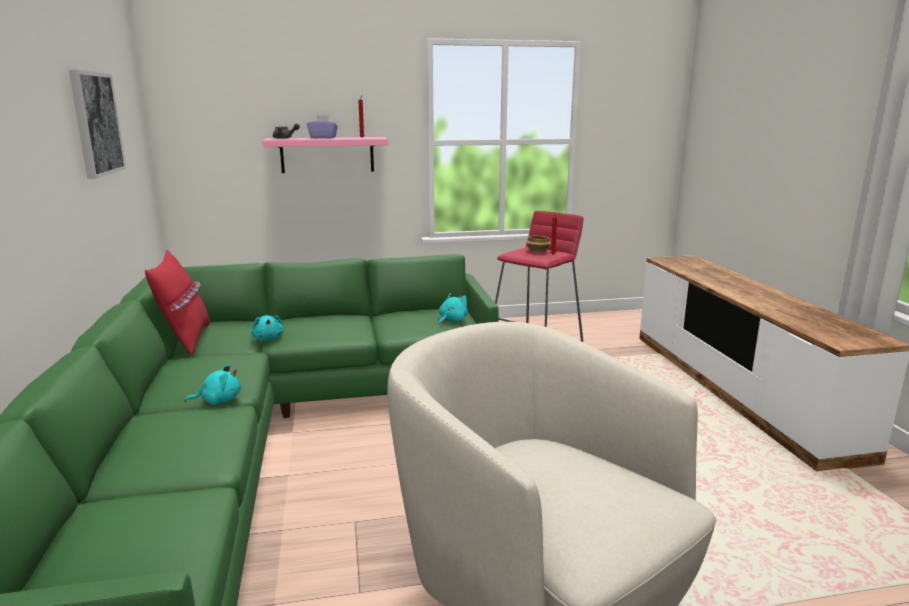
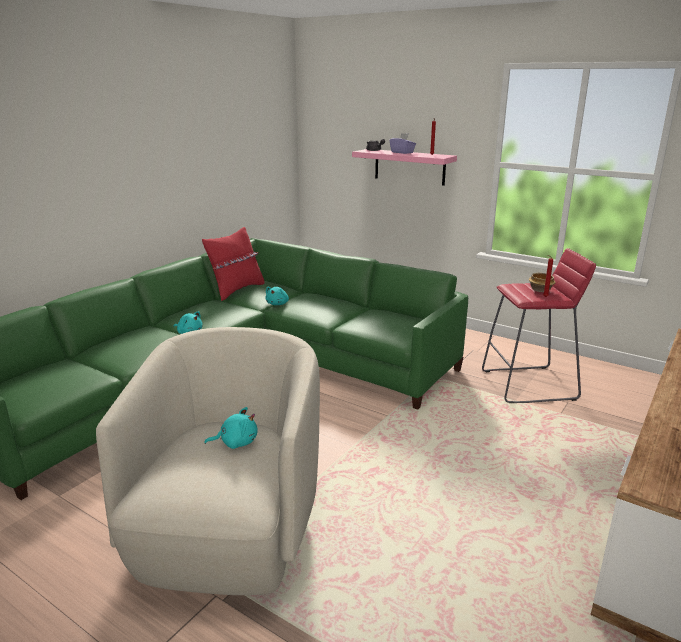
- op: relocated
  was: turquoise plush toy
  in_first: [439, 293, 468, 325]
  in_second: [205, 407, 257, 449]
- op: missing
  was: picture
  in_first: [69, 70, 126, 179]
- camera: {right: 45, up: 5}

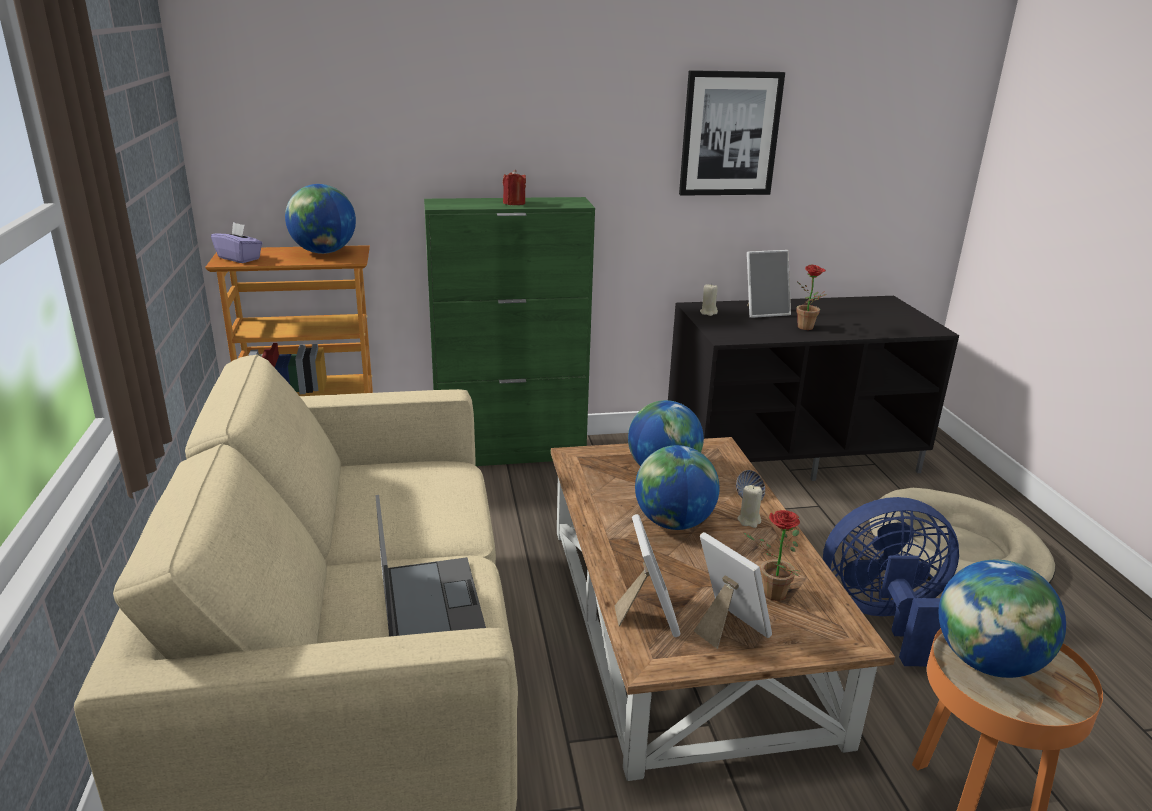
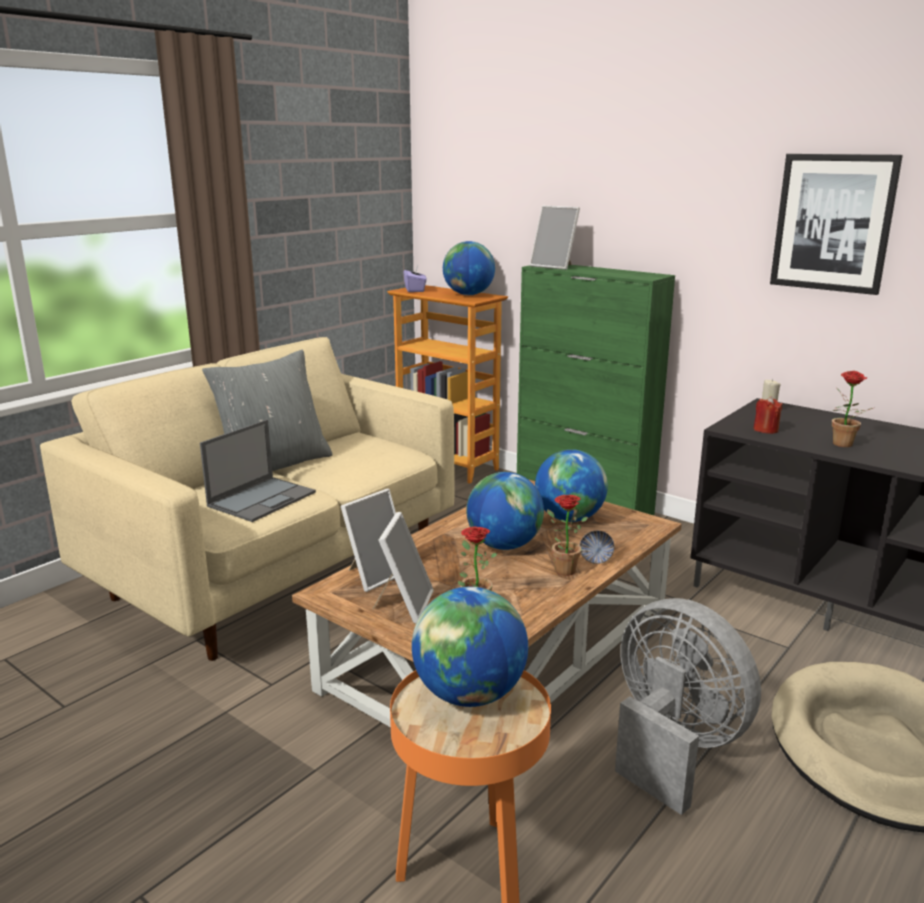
- op: appeared
  now: grey pillow
  in_second: [202, 350, 333, 471]
- op: relocated
  was: picture frame
  in_first: [747, 250, 791, 318]
  in_second: [530, 205, 580, 270]
- op: exchanged
  was: beige candle
  now: potted plant
  in_first: [737, 485, 762, 528]
  in_second: [547, 495, 588, 576]
- op: colour
  was: blue fan
  now: grey fan
  in_first: [823, 497, 959, 666]
  in_second: [615, 598, 761, 815]
- op: relocated
  was: red candle
  in_first: [503, 170, 526, 205]
  in_second: [754, 396, 783, 434]
- camera: {right: 50, up: -5}

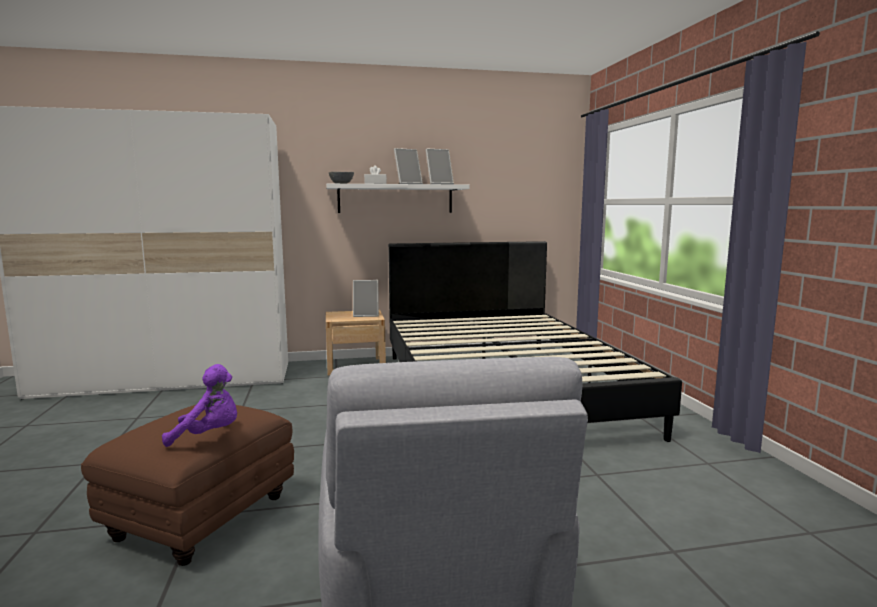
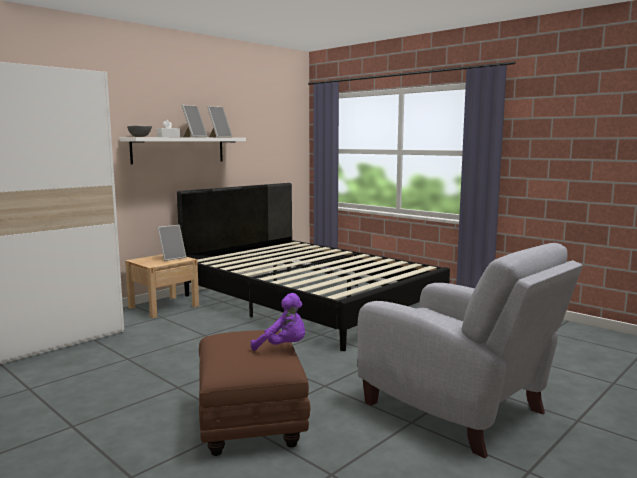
- op: spun
  was: purple plush toy
  in_first: [162, 364, 237, 447]
  in_second: [251, 293, 305, 351]
  clockwise: 60
- camera: {right: -35, up: 0}

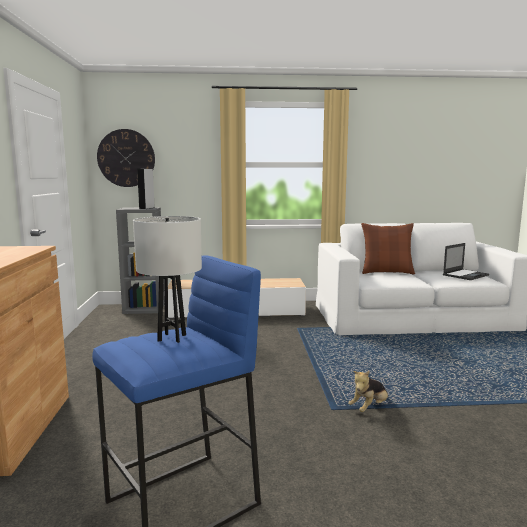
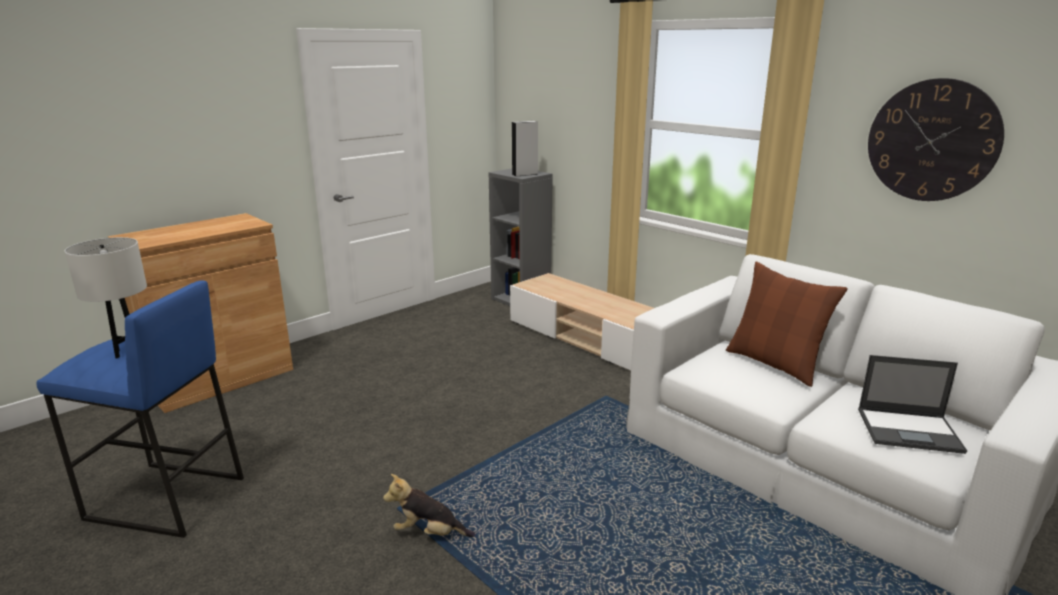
- op: relocated
  was: wall clock
  in_first: [97, 129, 155, 187]
  in_second: [868, 78, 1004, 201]
- camera: {right: 50, up: 10}

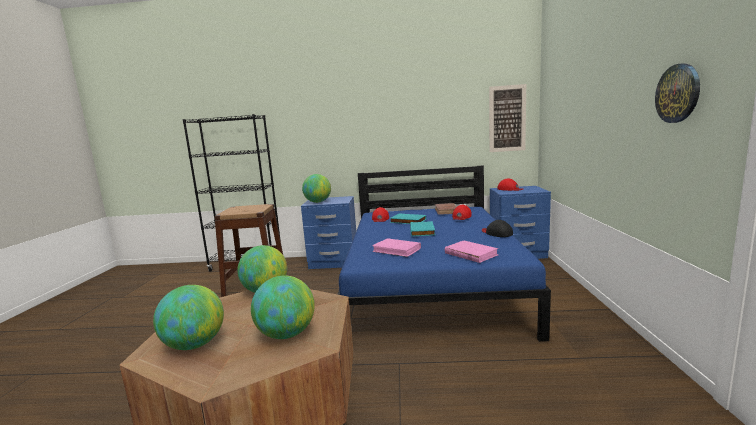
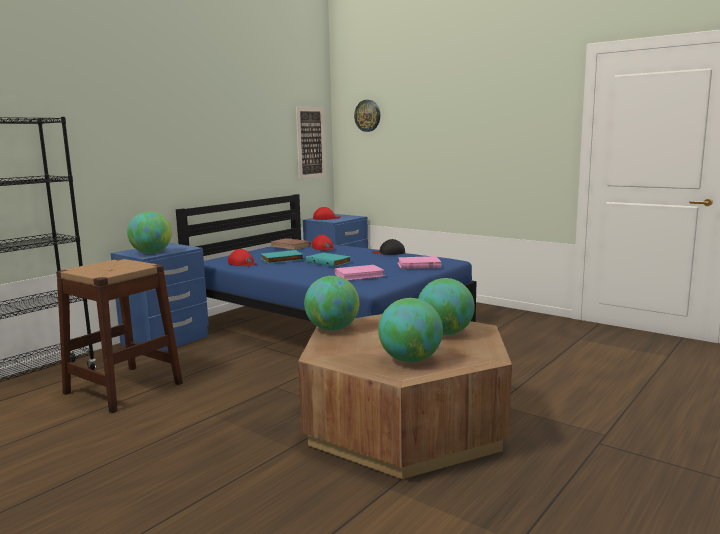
- op: relocated
  was: wall clock
  in_first: [655, 63, 700, 123]
  in_second: [354, 100, 380, 132]
- camera: {right: -55, up: 0}

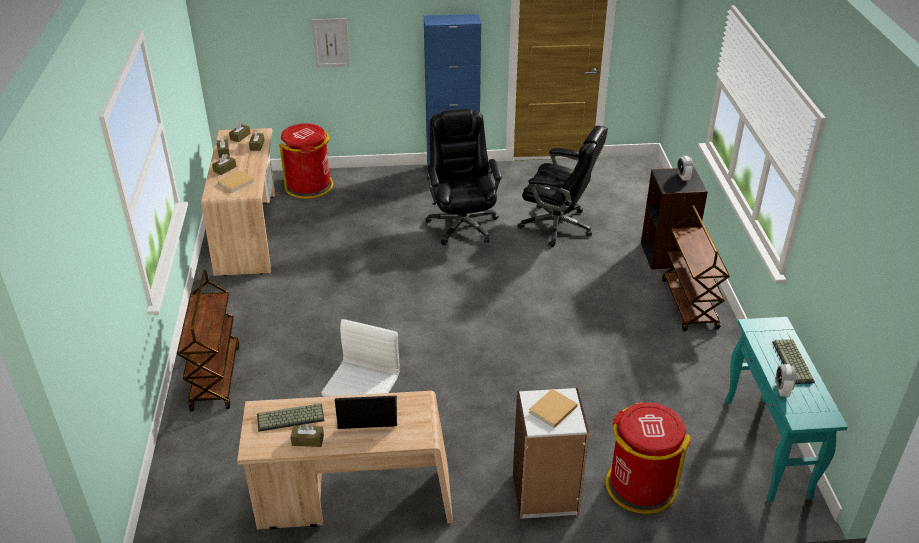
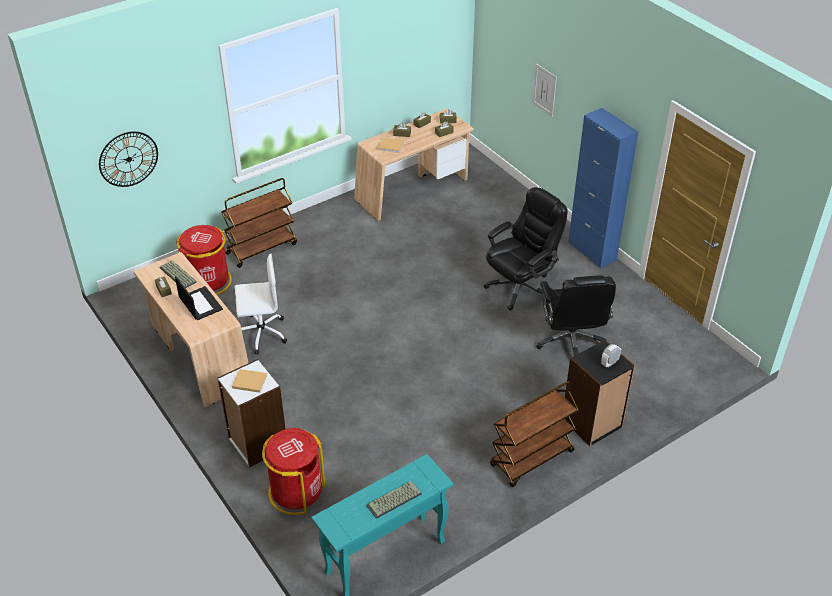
- op: appeared
  now: wall clock
  in_second: [99, 131, 158, 187]
- op: relocated
  was: red trash can
  in_first: [279, 123, 333, 199]
  in_second: [176, 225, 232, 295]
- op: missing
  was: alarm clock
  in_first: [776, 364, 796, 397]
- camera: {right: 60, up: 5}

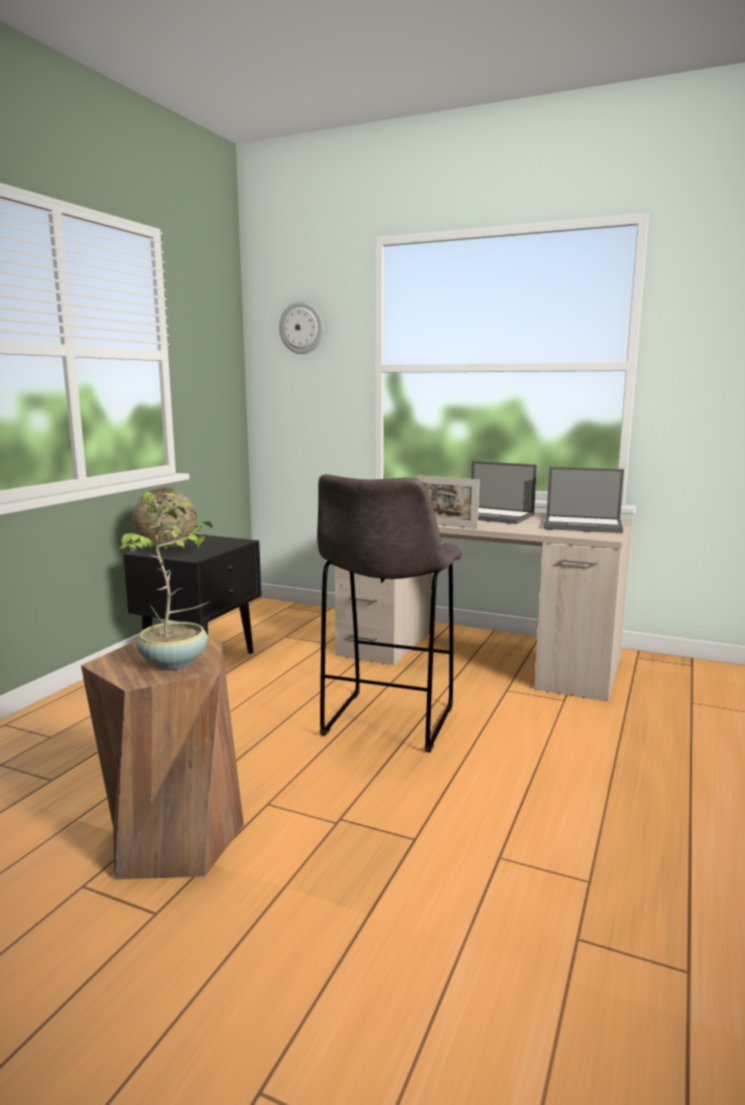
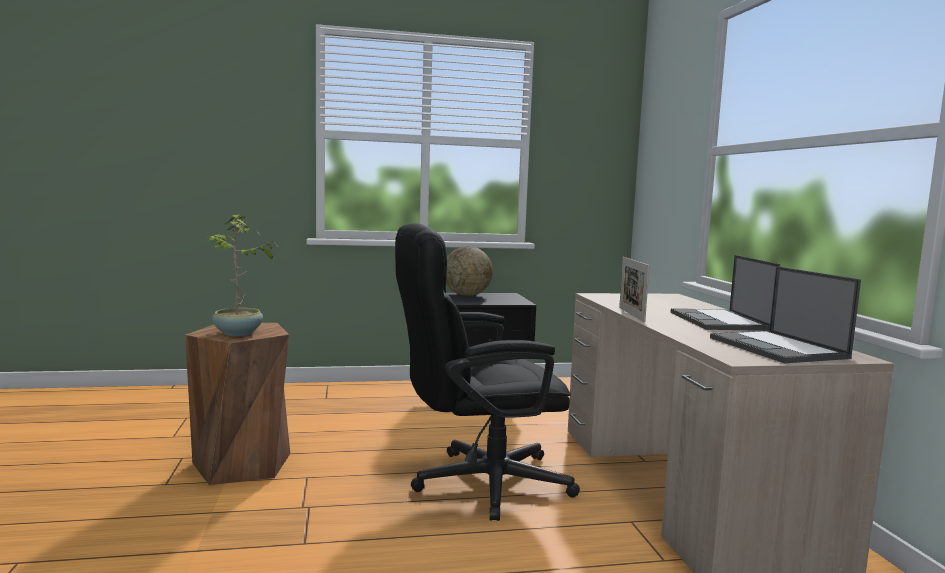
- op: exchanged
  was: grey stool
  now: black office chair
  in_first: [317, 474, 463, 753]
  in_second: [395, 223, 580, 521]
- op: missing
  was: wall clock
  in_first: [279, 301, 324, 354]
- camera: {right: 55, up: -5}

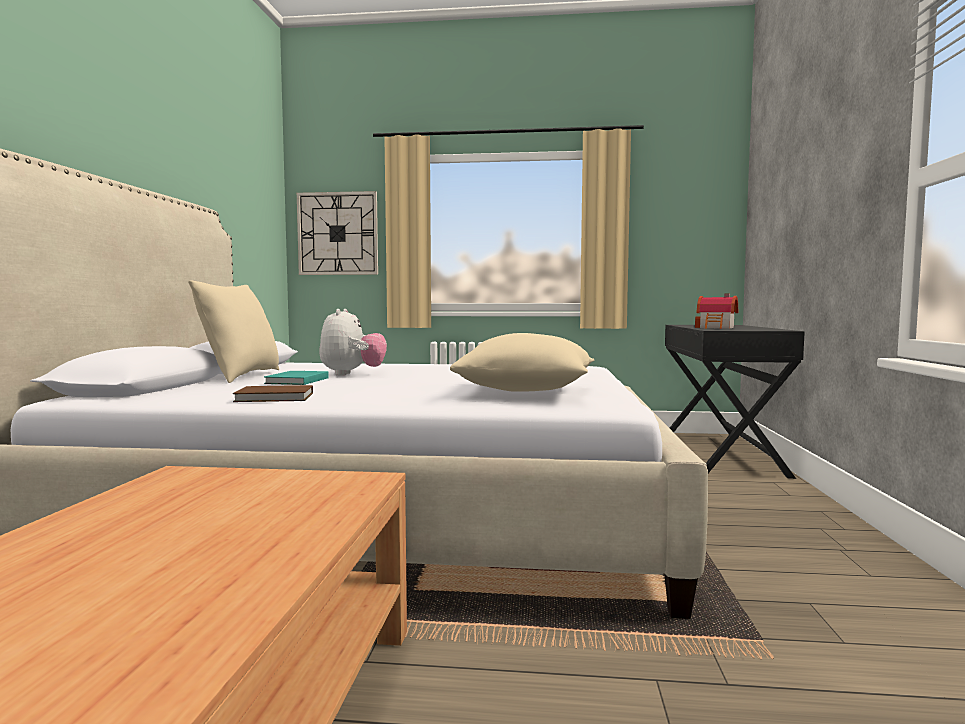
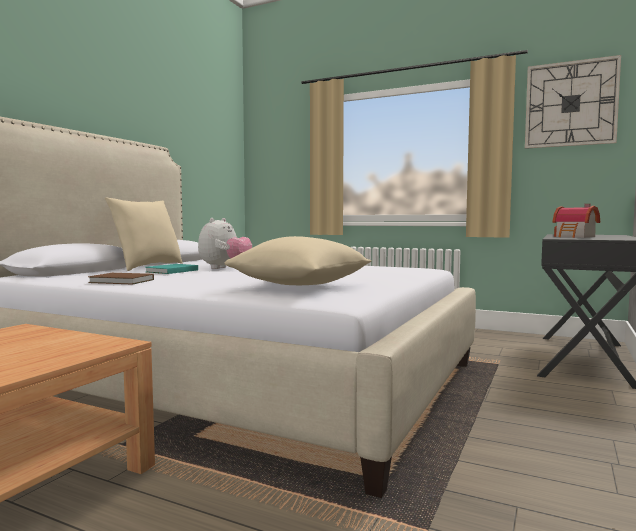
- op: relocated
  was: wall clock
  in_first: [297, 191, 378, 275]
  in_second: [525, 55, 621, 149]
- camera: {right: 20, up: 0}

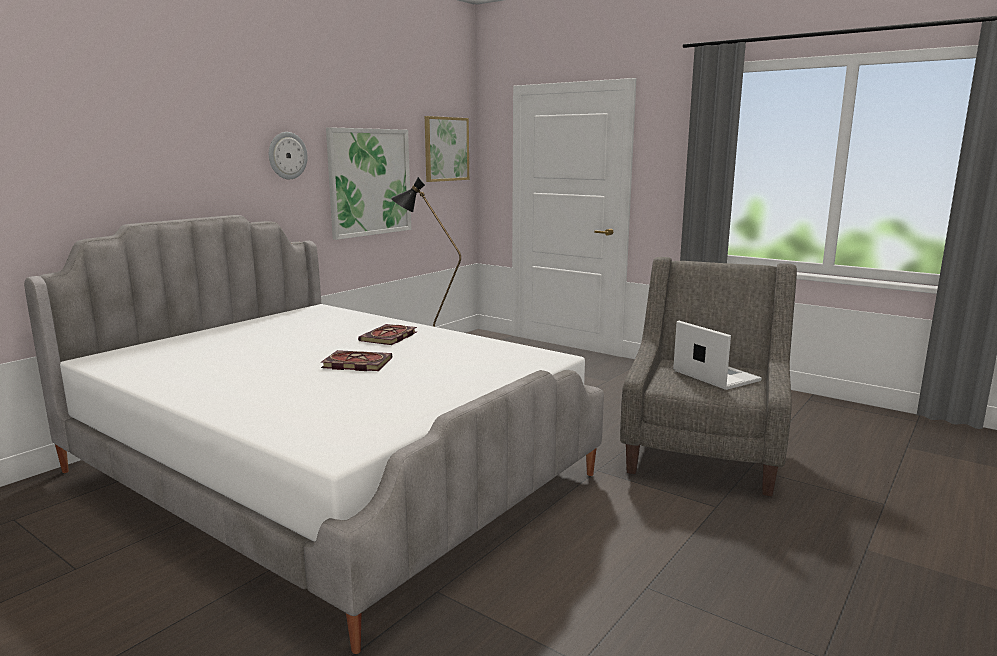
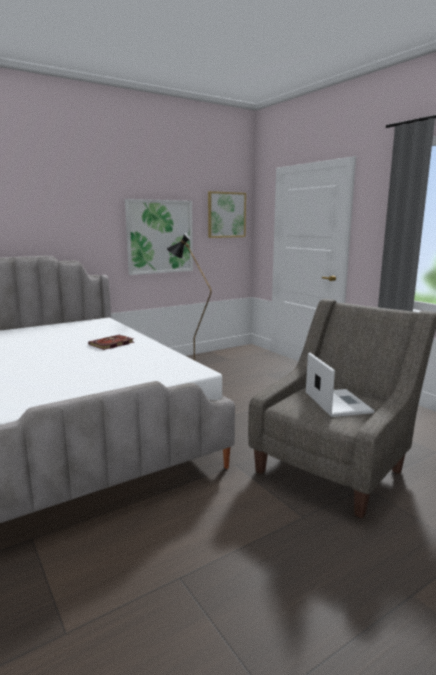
- op: missing
  was: wall clock
  in_first: [269, 132, 308, 179]
- op: missing
  was: book
  in_first: [321, 350, 392, 371]
- camera: {right: 20, up: 0}

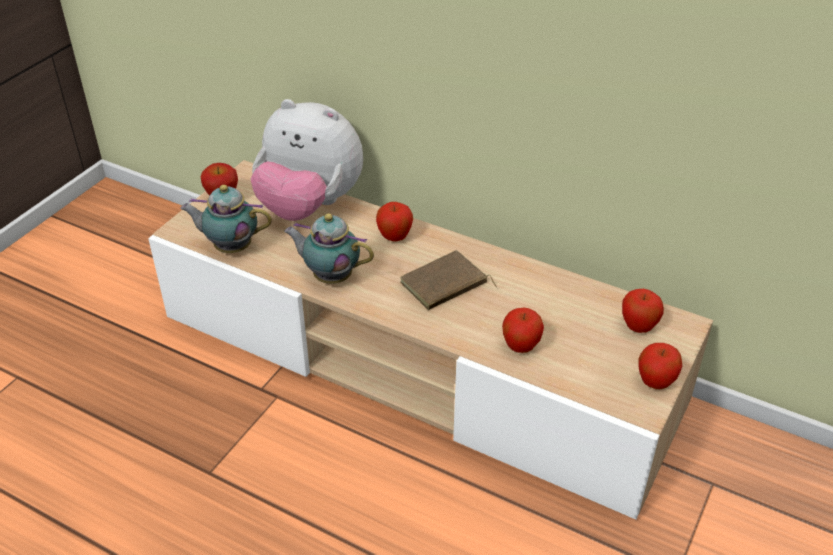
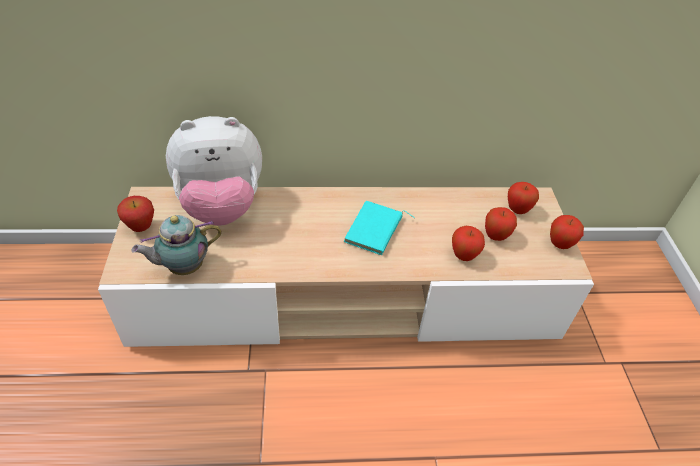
- op: colour
  was: brown book
  now: turquoise book
  in_first: [400, 250, 497, 310]
  in_second: [344, 201, 415, 255]
- op: relocated
  was: apple
  in_first: [376, 202, 413, 241]
  in_second: [485, 207, 517, 241]
- op: missing
  was: teapot
  in_first: [284, 213, 374, 284]
- camera: {right: -35, up: 5}

